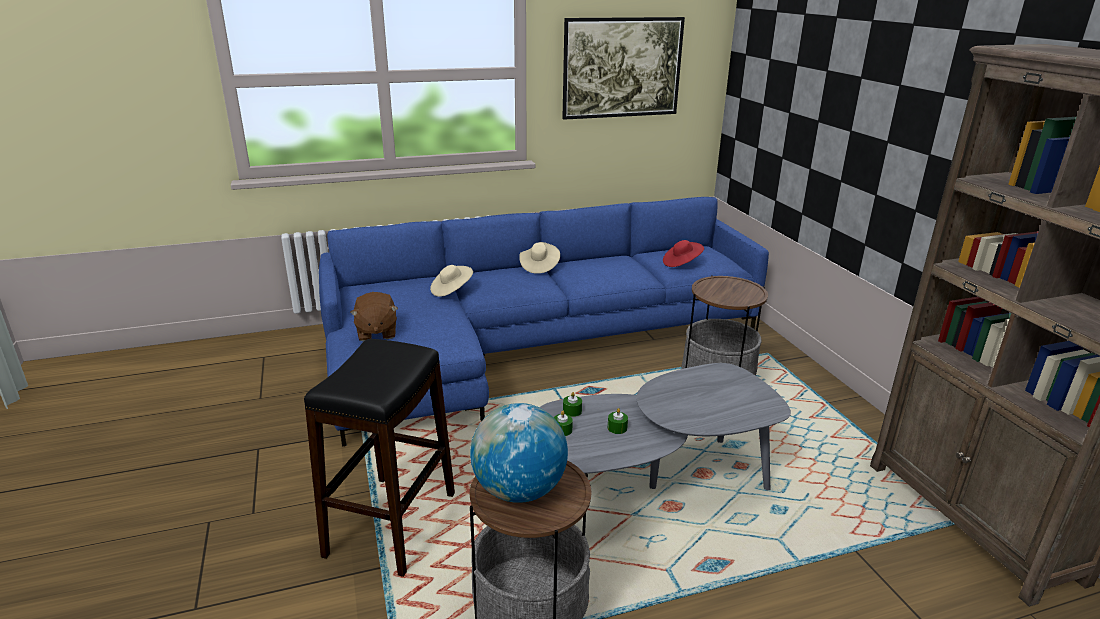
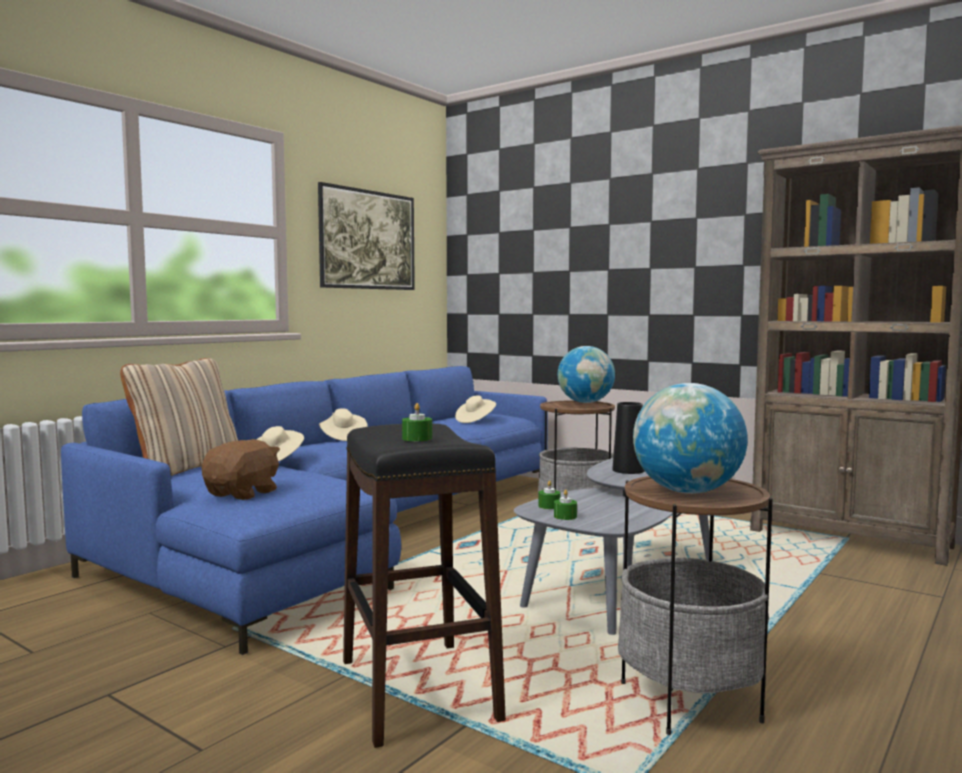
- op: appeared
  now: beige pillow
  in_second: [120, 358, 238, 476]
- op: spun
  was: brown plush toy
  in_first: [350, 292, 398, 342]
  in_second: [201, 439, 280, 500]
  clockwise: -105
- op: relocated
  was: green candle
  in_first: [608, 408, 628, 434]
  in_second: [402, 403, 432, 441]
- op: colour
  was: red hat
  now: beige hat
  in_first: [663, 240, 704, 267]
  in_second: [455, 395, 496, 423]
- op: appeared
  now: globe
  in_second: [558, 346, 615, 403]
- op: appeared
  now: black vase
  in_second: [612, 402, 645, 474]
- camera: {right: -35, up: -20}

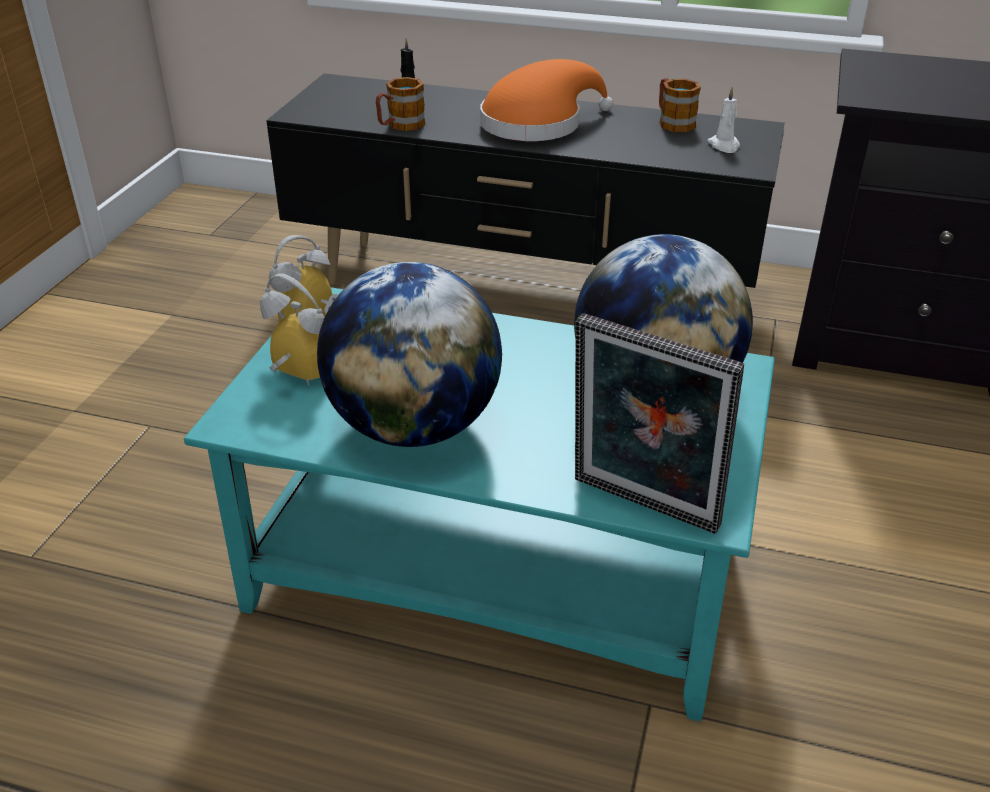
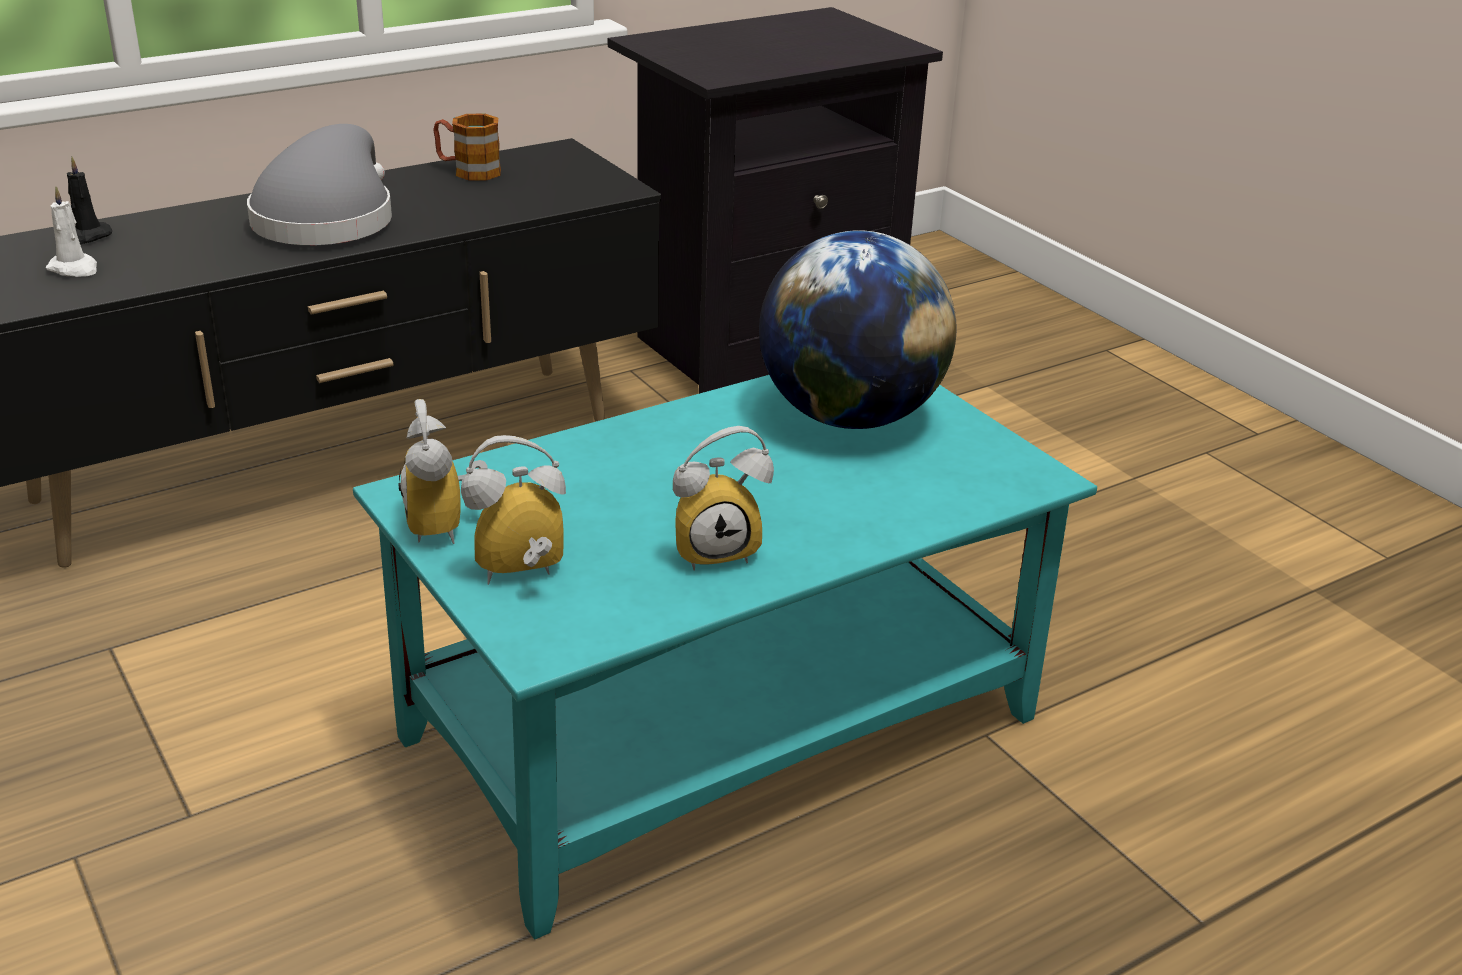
- op: relocated
  was: white candle
  in_first: [707, 87, 740, 153]
  in_second: [46, 186, 97, 277]
- op: colour
  was: orange hat
  now: grey hat
  in_first: [480, 59, 613, 141]
  in_second: [247, 124, 392, 245]
- op: exchanged
  was: globe
  now: alarm clock
  in_first: [317, 262, 502, 447]
  in_second: [673, 426, 774, 571]
- op: missing
  was: mug
  in_first: [376, 77, 425, 131]
- op: missing
  was: picture frame
  in_first: [575, 313, 744, 534]
- camera: {right: -50, up: -5}

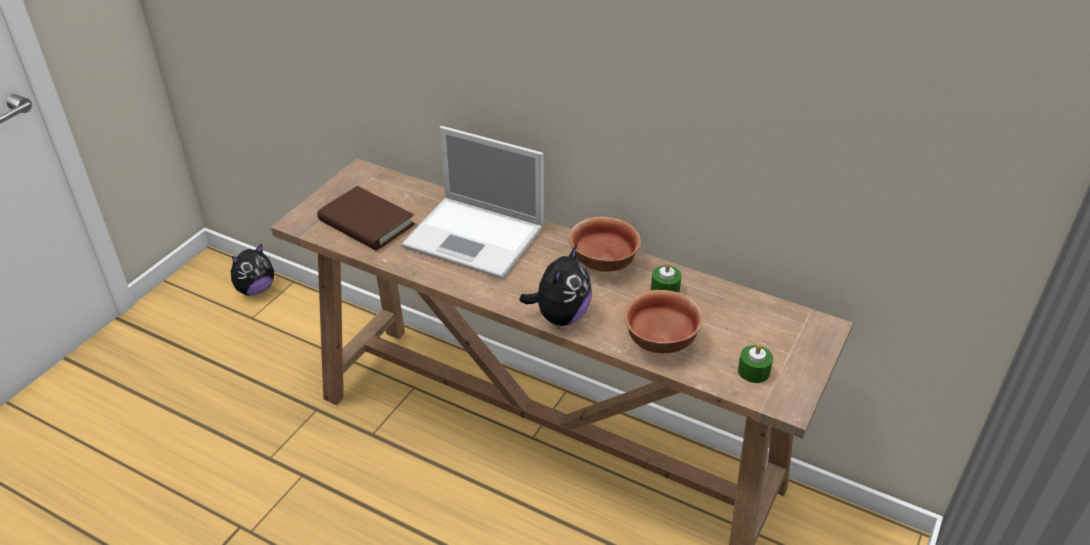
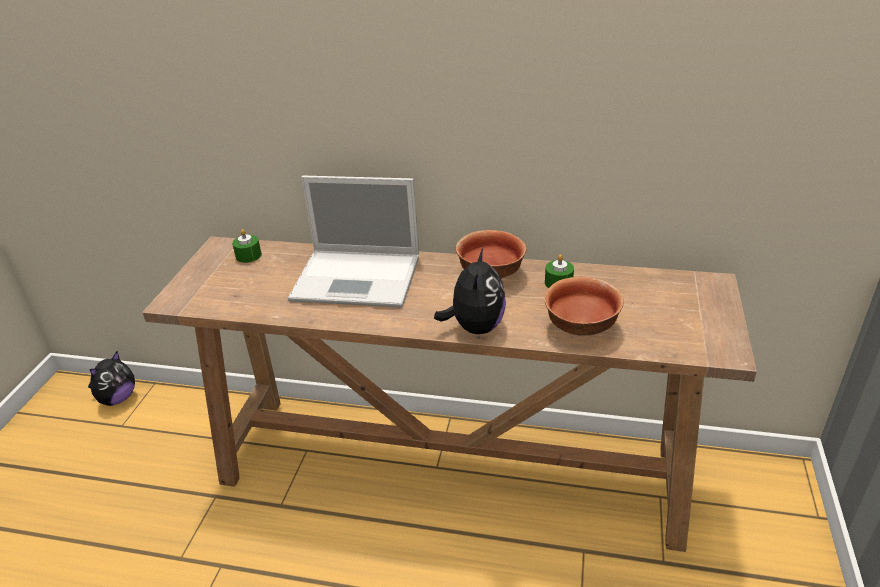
- op: relocated
  was: green candle
  in_first: [738, 344, 773, 383]
  in_second: [232, 229, 262, 263]
- op: missing
  was: brown book
  in_first: [317, 186, 415, 251]
- camera: {right: -15, up: -5}

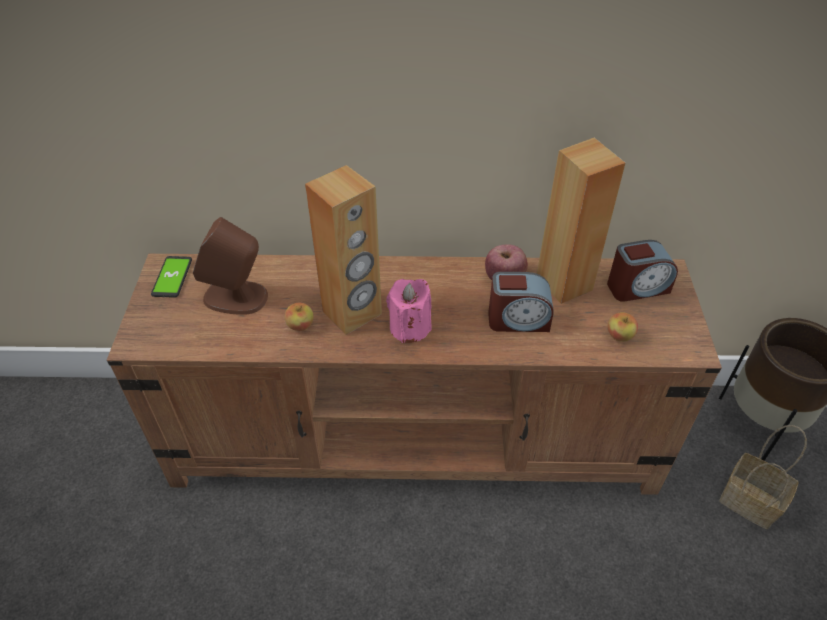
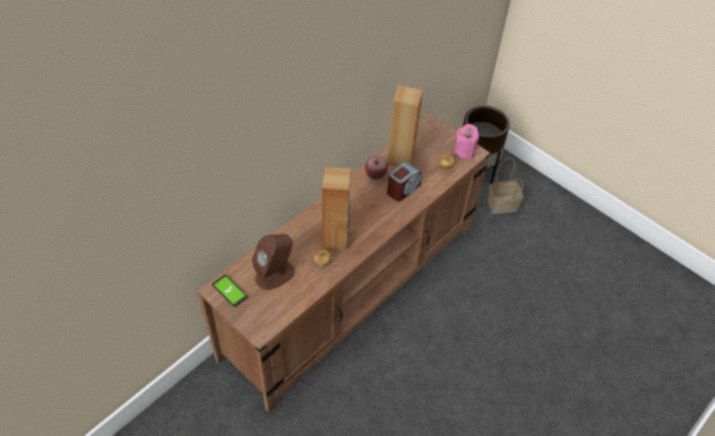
- op: relocated
  was: pink candle
  in_first: [386, 279, 432, 343]
  in_second: [454, 124, 479, 159]
- op: missing
  was: alarm clock
  in_first: [607, 240, 678, 302]
- camera: {right: -50, up: 5}

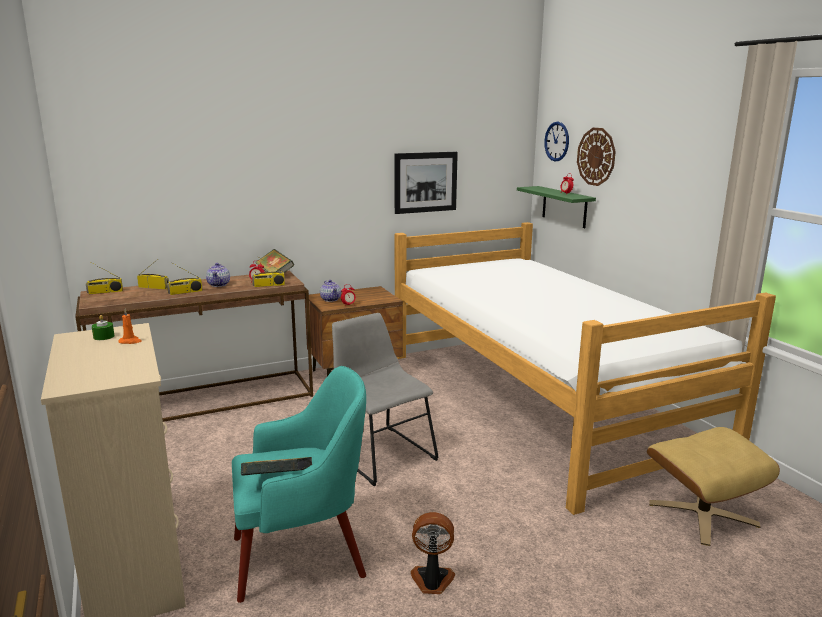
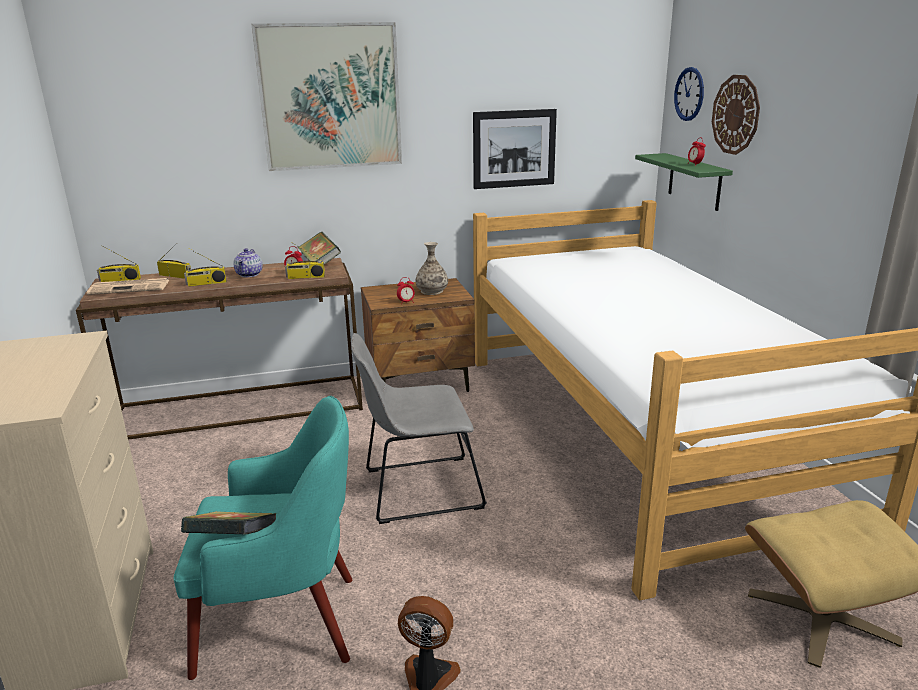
- op: appeared
  now: newspaper
  in_second: [87, 278, 169, 295]
- op: appeared
  now: picture
  in_second: [251, 22, 402, 171]
- op: spun
  was: grey chair
  in_first: [332, 313, 439, 486]
  in_second: [351, 333, 487, 524]
  clockwise: -75
- op: appeared
  now: vase
  in_second: [416, 242, 448, 295]
- op: missing
  was: green candle
  in_first: [92, 315, 114, 340]
- op: missing
  was: orange candle
  in_first: [118, 308, 142, 344]
- op: missing
  was: teapot
  in_first: [320, 280, 341, 302]
- camera: {right: 10, up: 5}

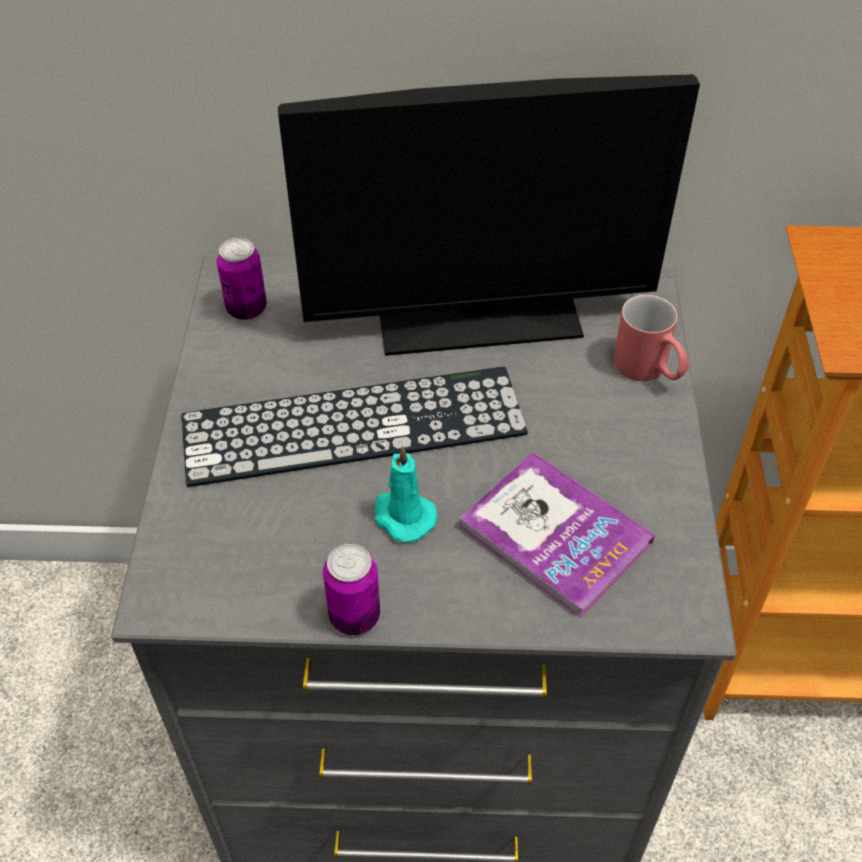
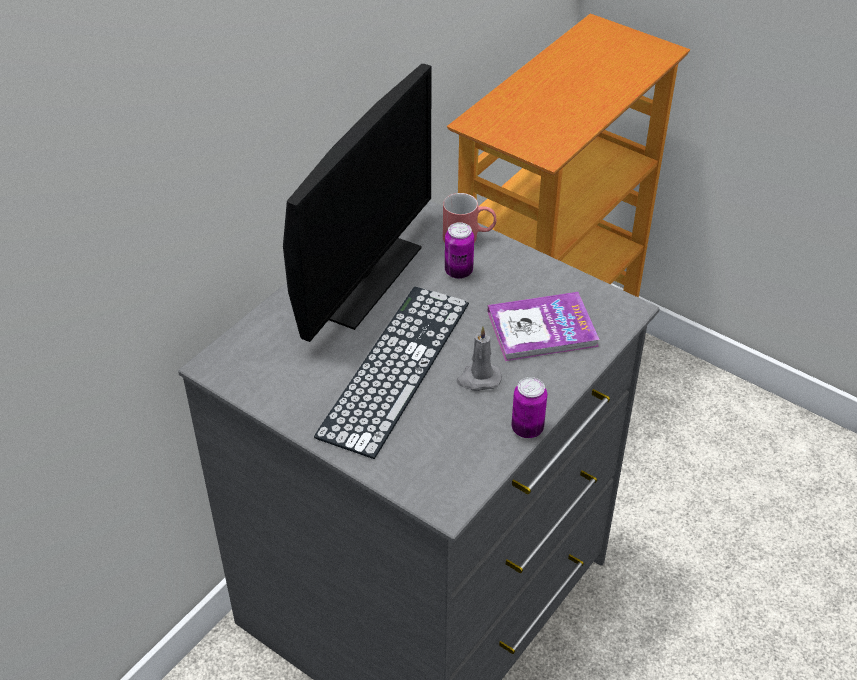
- op: relocated
  was: can
  in_first: [217, 238, 267, 320]
  in_second: [445, 222, 474, 279]
- op: colour
  was: turquoise candle
  now: grey candle
  in_first: [375, 445, 437, 542]
  in_second: [456, 326, 502, 391]
- camera: {right: -55, up: -5}

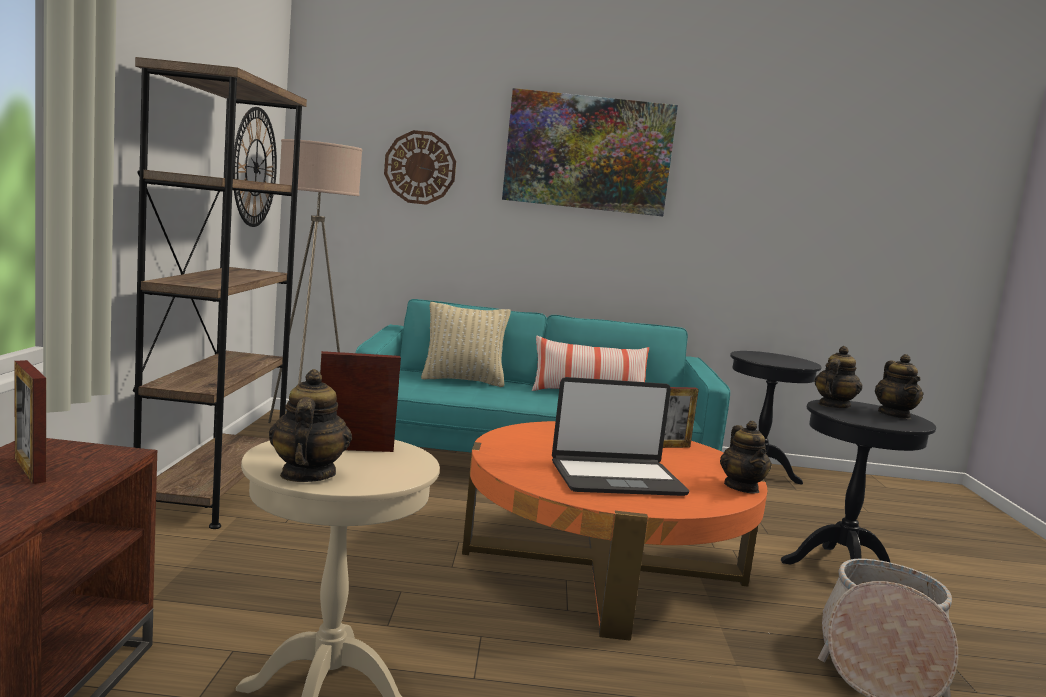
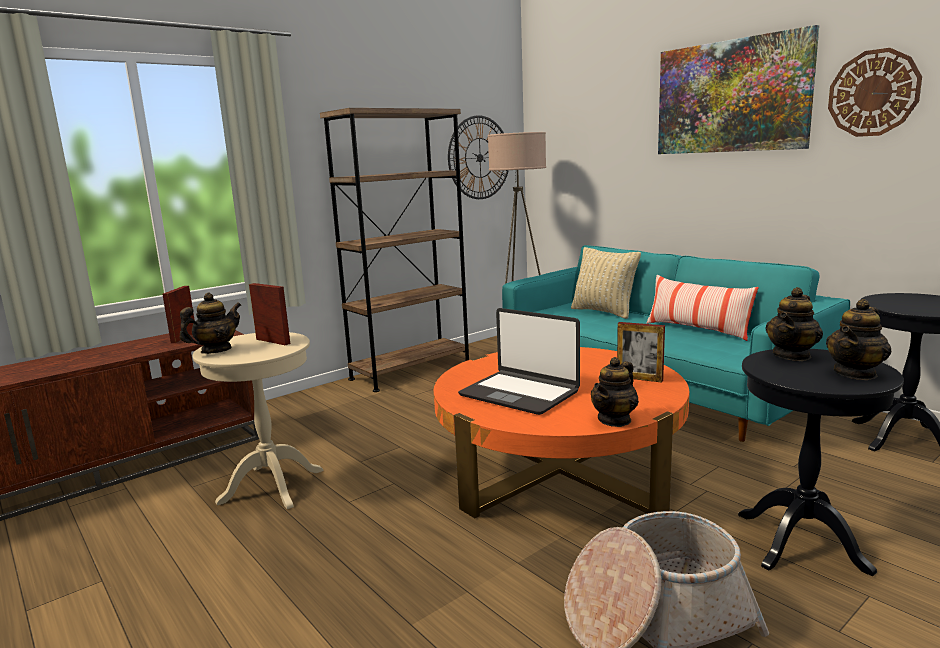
- op: spun
  was: teapot
  in_first: [814, 346, 862, 408]
  in_second: [765, 287, 823, 361]
  clockwise: 135
- op: relocated
  was: wall clock
  in_first: [384, 130, 456, 205]
  in_second: [828, 48, 922, 137]
- camera: {right: 50, up: 5}

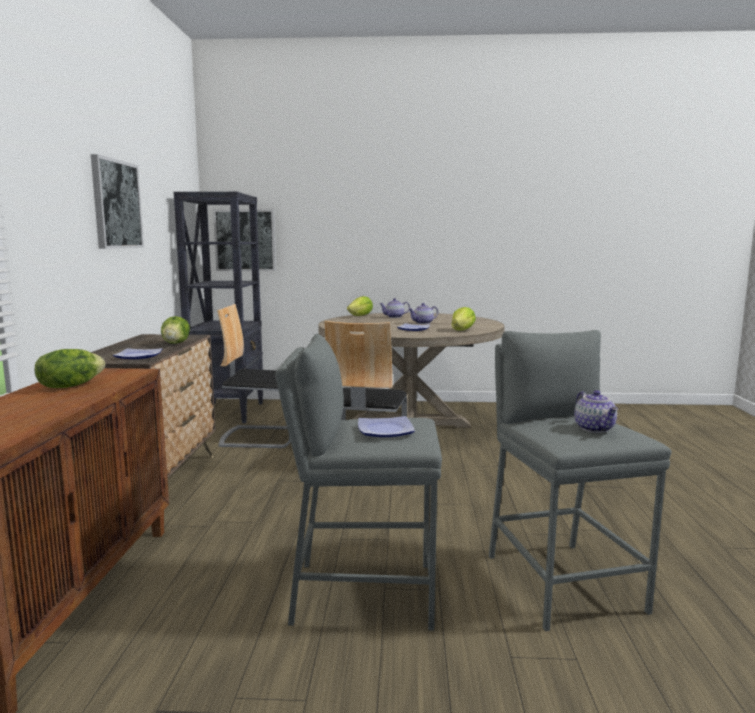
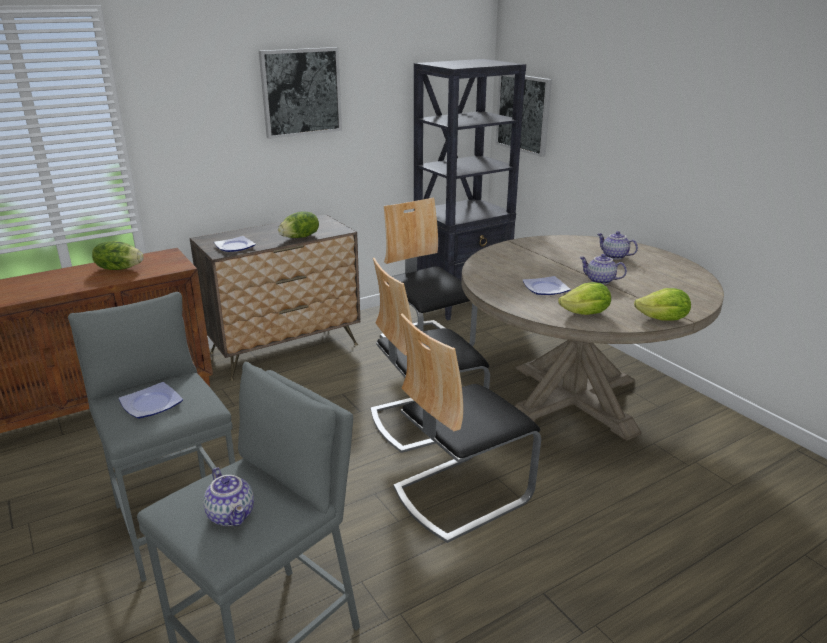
- op: spun
  was: teapot
  in_first: [574, 390, 618, 433]
  in_second: [203, 467, 254, 526]
  clockwise: -75
- op: appeared
  now: chair
  in_second: [393, 313, 541, 543]
- op: relocated
  was: lettuce
  in_first: [347, 296, 373, 316]
  in_second: [634, 288, 691, 321]
- camera: {right: 55, up: 15}

